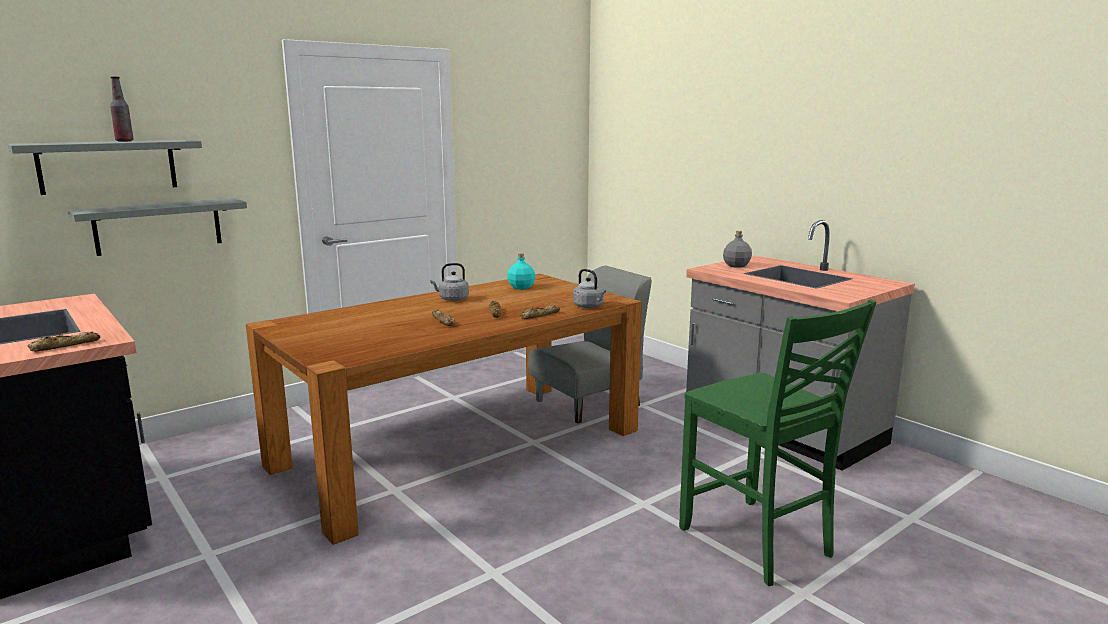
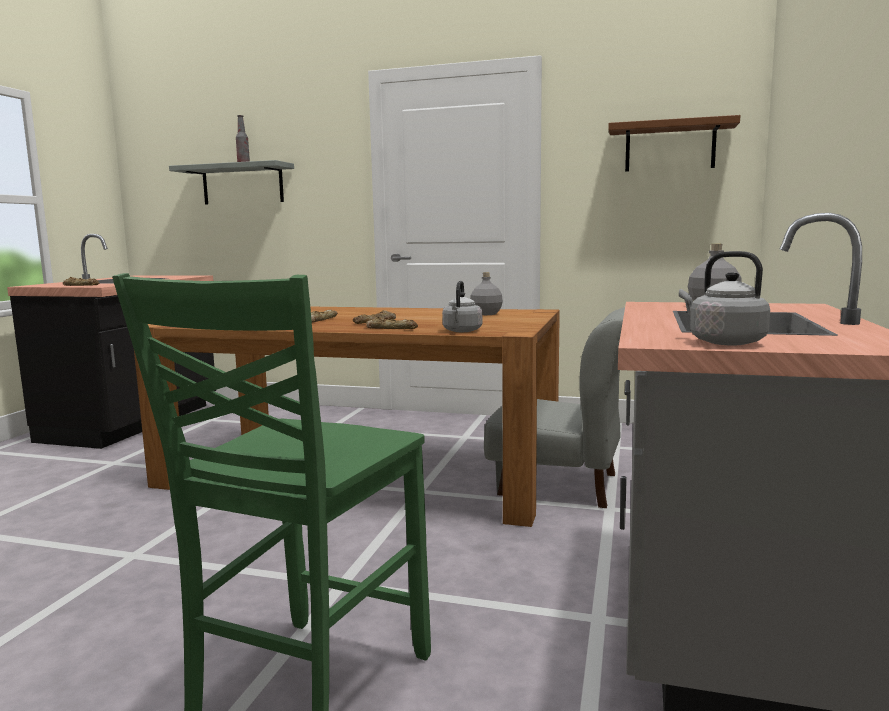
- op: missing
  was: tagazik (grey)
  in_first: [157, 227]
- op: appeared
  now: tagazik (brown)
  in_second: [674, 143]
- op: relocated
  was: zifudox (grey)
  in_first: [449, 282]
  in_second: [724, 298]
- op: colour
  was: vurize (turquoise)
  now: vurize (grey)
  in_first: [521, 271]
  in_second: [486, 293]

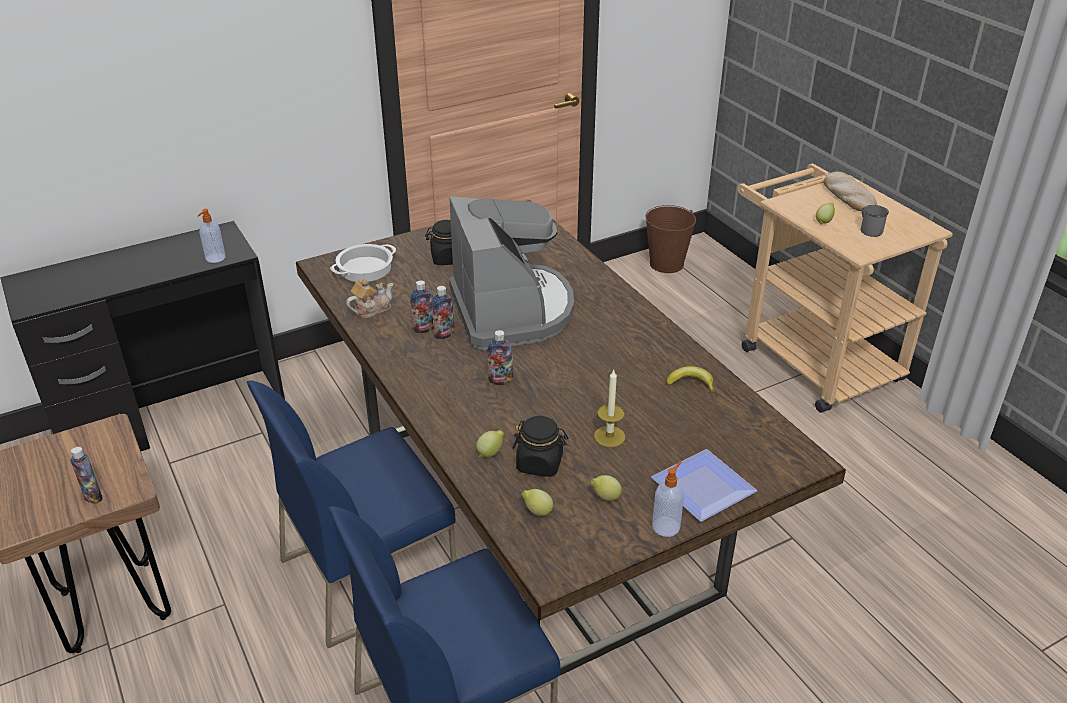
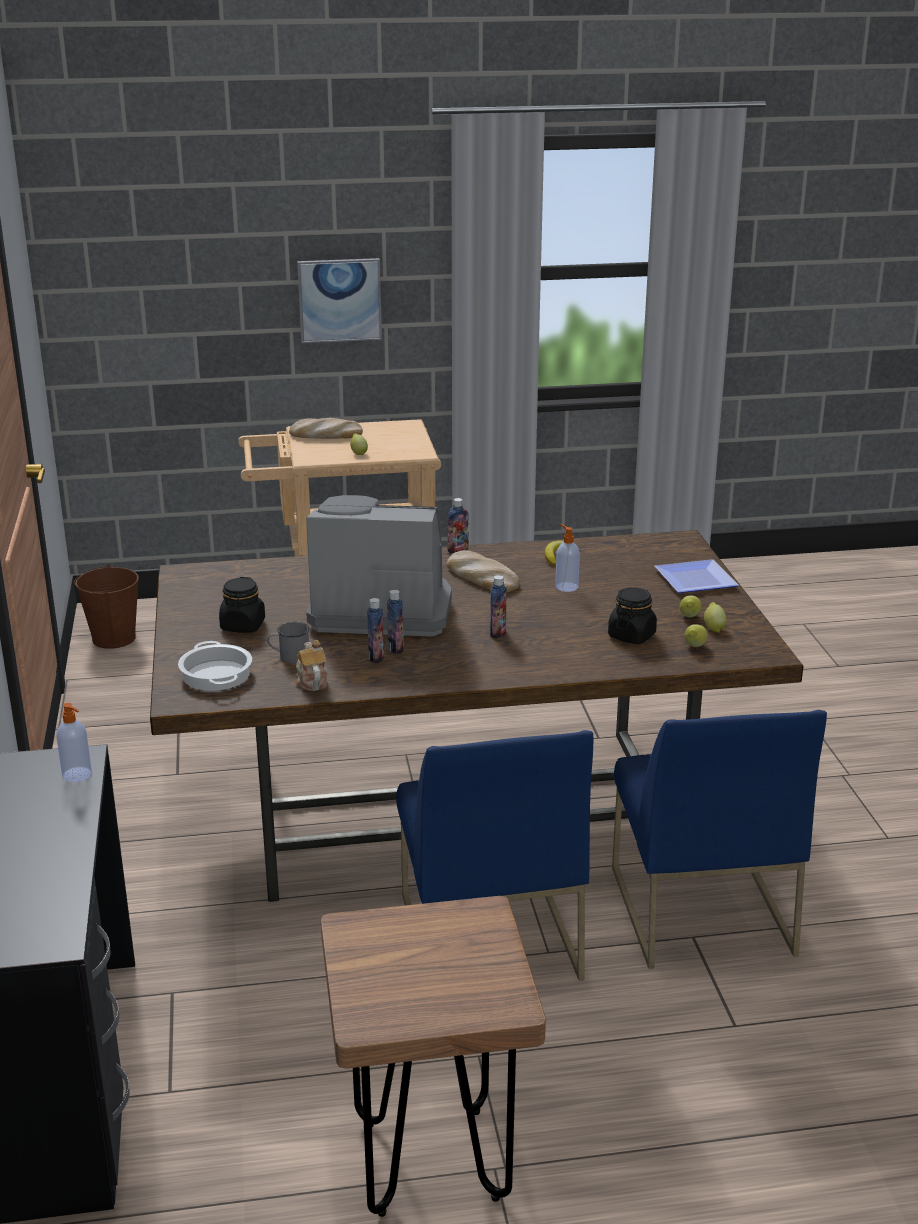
- op: missing
  was: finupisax
  in_first: [609, 408]
- op: appeared
  now: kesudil
  in_second: [339, 300]
- op: appeared
  now: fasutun
  in_second: [483, 571]
- op: relocated
  was: vurize
  in_first: [86, 475]
  in_second: [458, 526]
- op: relocated
  was: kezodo
  in_first: [490, 443]
  in_second: [715, 617]
- op: relocated
  was: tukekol
  in_first: [668, 499]
  in_second: [567, 558]
- op: relocated
  was: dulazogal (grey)
  in_first: [875, 221]
  in_second: [288, 643]

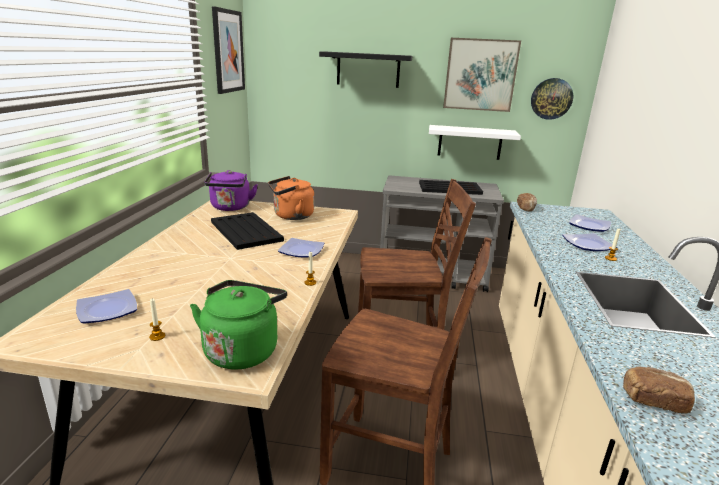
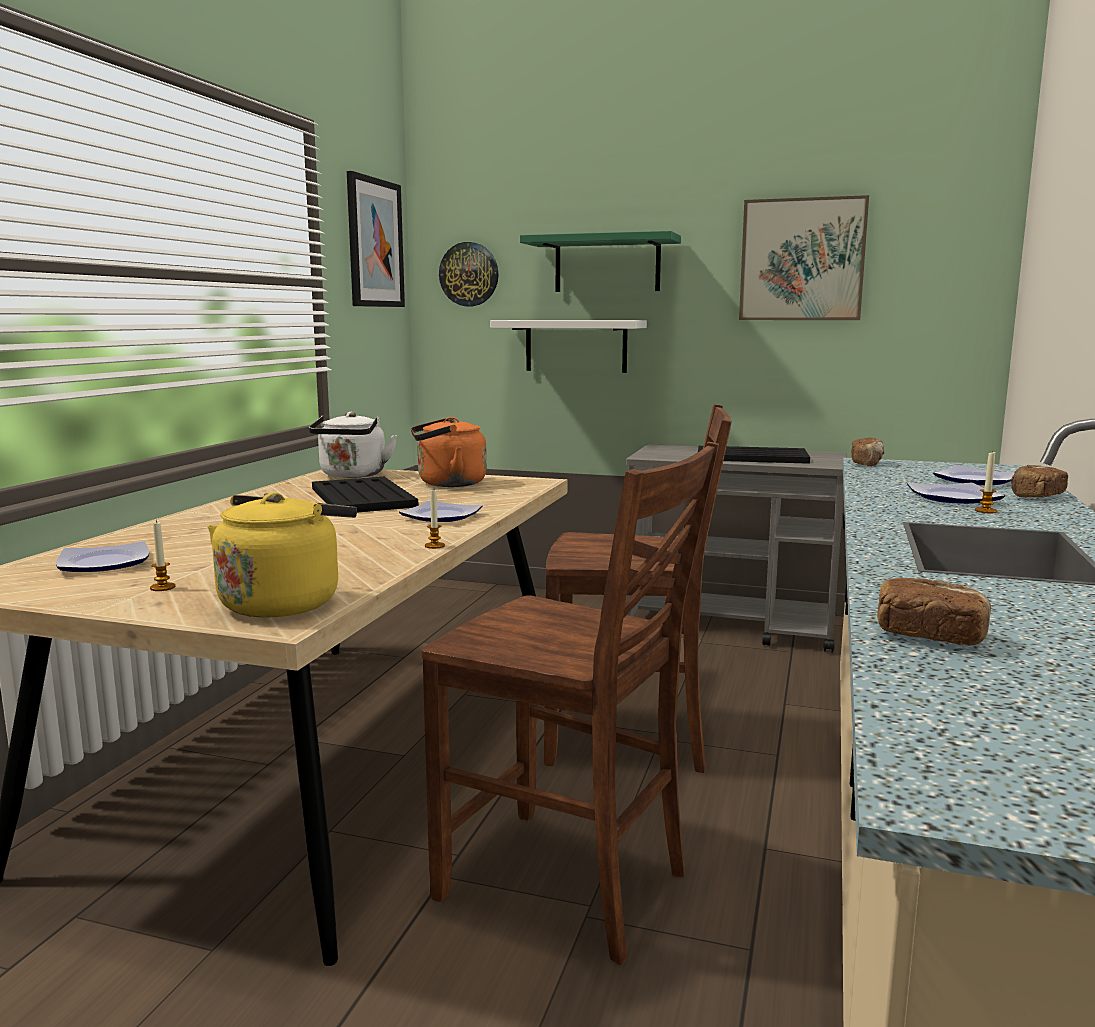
- op: appeared
  now: fasutun
  in_second: [1039, 481]
- op: relocated
  was: tagazik (white)
  in_first: [475, 142]
  in_second: [568, 346]
- op: relocated
  was: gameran
  in_first: [552, 99]
  in_second: [469, 274]
- op: colour
  was: zifudox (green)
  now: zifudox (yellow)
  in_first: [238, 325]
  in_second: [282, 554]
- op: colour
  was: zifudox (purple)
  now: zifudox (white)
  in_first: [230, 190]
  in_second: [352, 445]
- op: colour
  was: tagazik (black)
  now: tagazik (green)
  in_first: [366, 70]
  in_second: [600, 261]

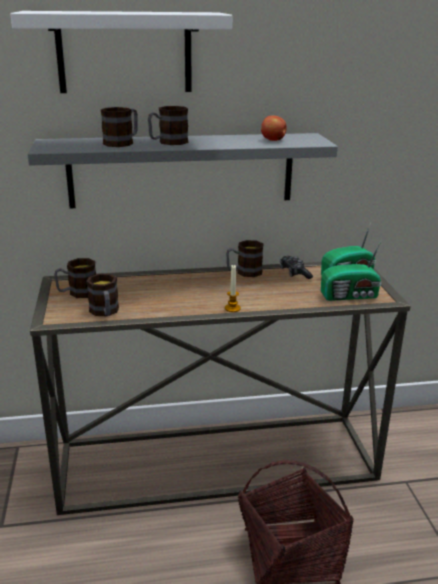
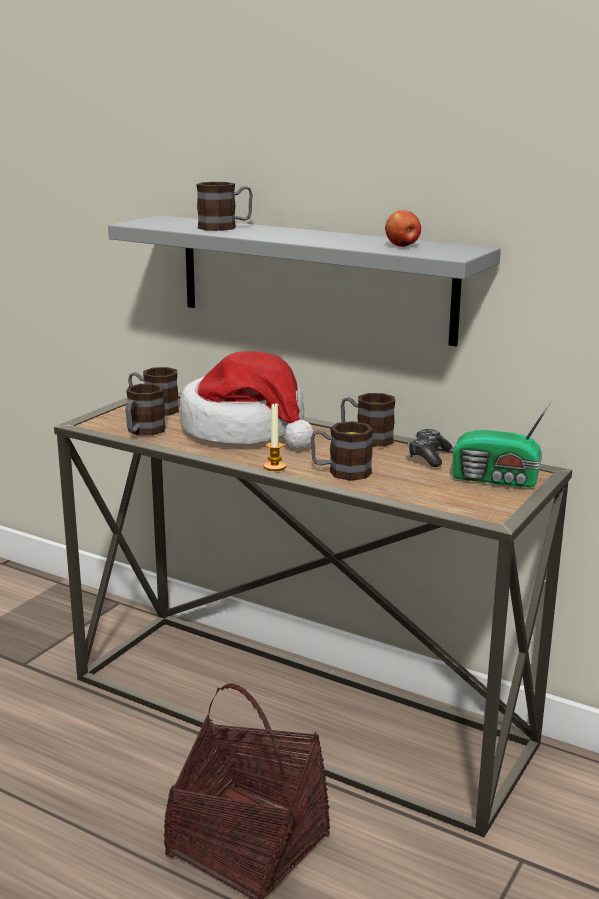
- op: missing
  was: tagazik (white)
  in_first: [121, 52]
- op: missing
  was: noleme
  in_first: [351, 270]
- op: appeared
  now: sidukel
  in_second: [246, 400]
- op: relocated
  was: dulazogal
  in_first: [168, 125]
  in_second: [342, 451]

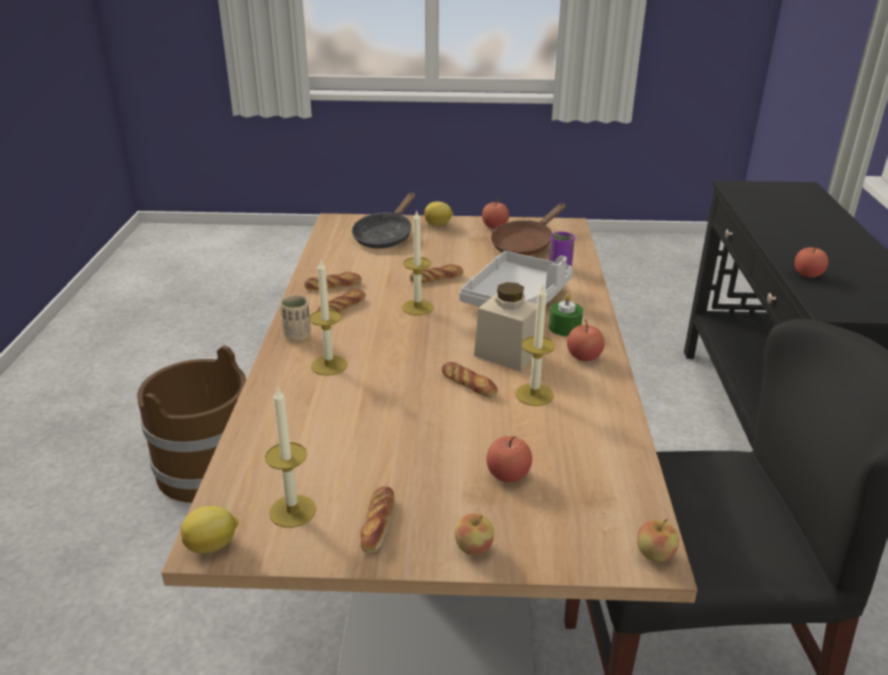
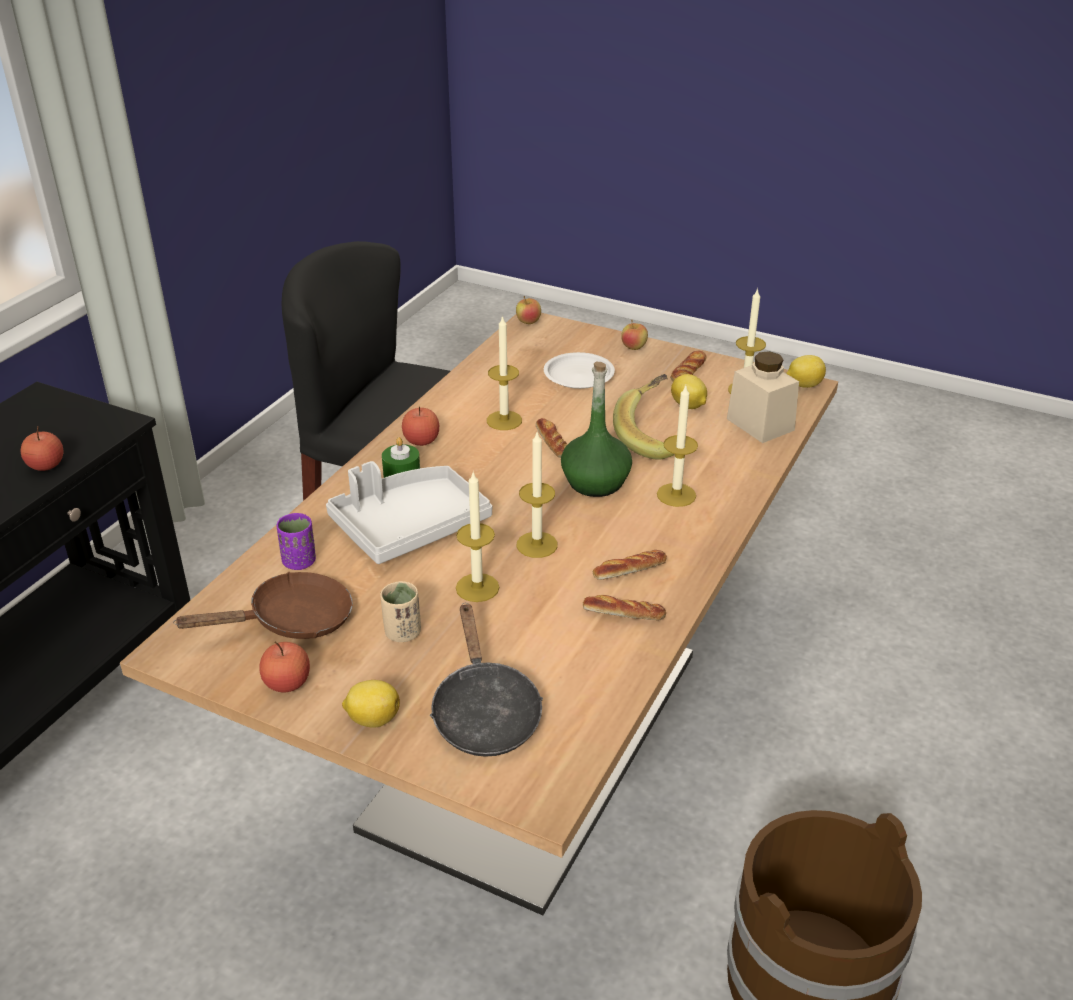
- op: appeared
  now: vurize (green)
  in_second: [596, 429]
- op: appeared
  now: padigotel
  in_second: [644, 417]
- op: appeared
  now: kezodo
  in_second: [689, 391]
- op: relocated
  was: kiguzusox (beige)
  in_first: [295, 318]
  in_second: [400, 611]
- op: relocated
  was: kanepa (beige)
  in_first: [505, 327]
  in_second: [763, 397]
- op: exchanged
  was: fasutun
  now: finupisax
  in_first: [437, 273]
  in_second: [477, 536]
- op: exchanged
  was: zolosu
  now: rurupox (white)
  in_first: [509, 459]
  in_second: [579, 370]
- op: spun
  was: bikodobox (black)
  in_first: [383, 221]
  in_second: [486, 680]
  clockwise: 120

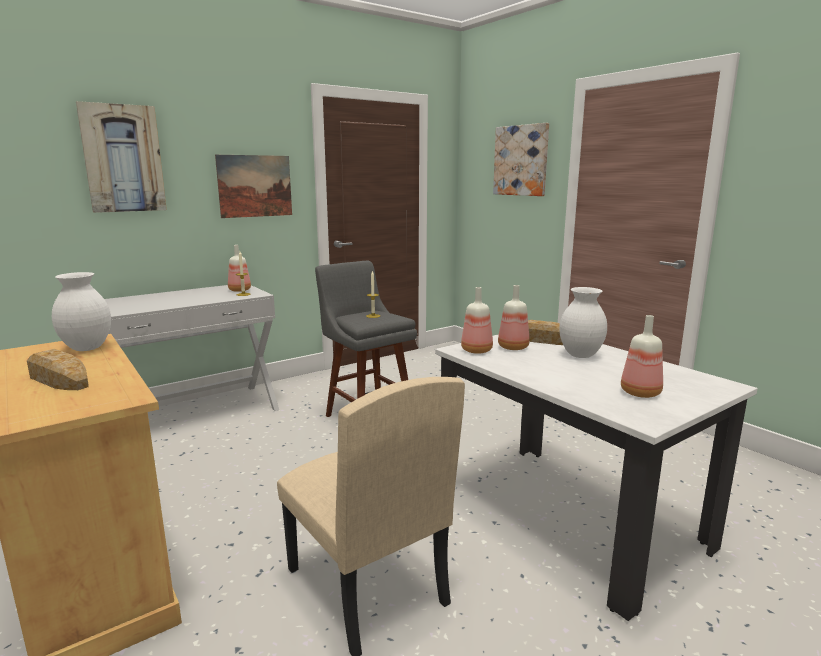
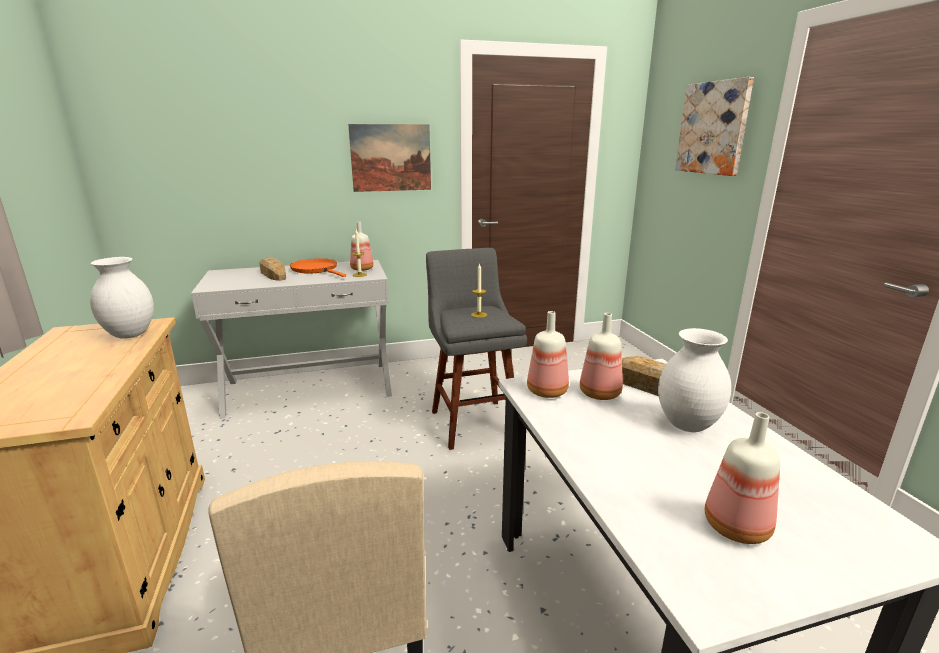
- op: missing
  was: kesudil
  in_first: [121, 157]
- op: appeared
  now: bikodobox (orange)
  in_second: [318, 267]
- op: relocated
  was: fasutun
  in_first: [58, 369]
  in_second: [272, 269]

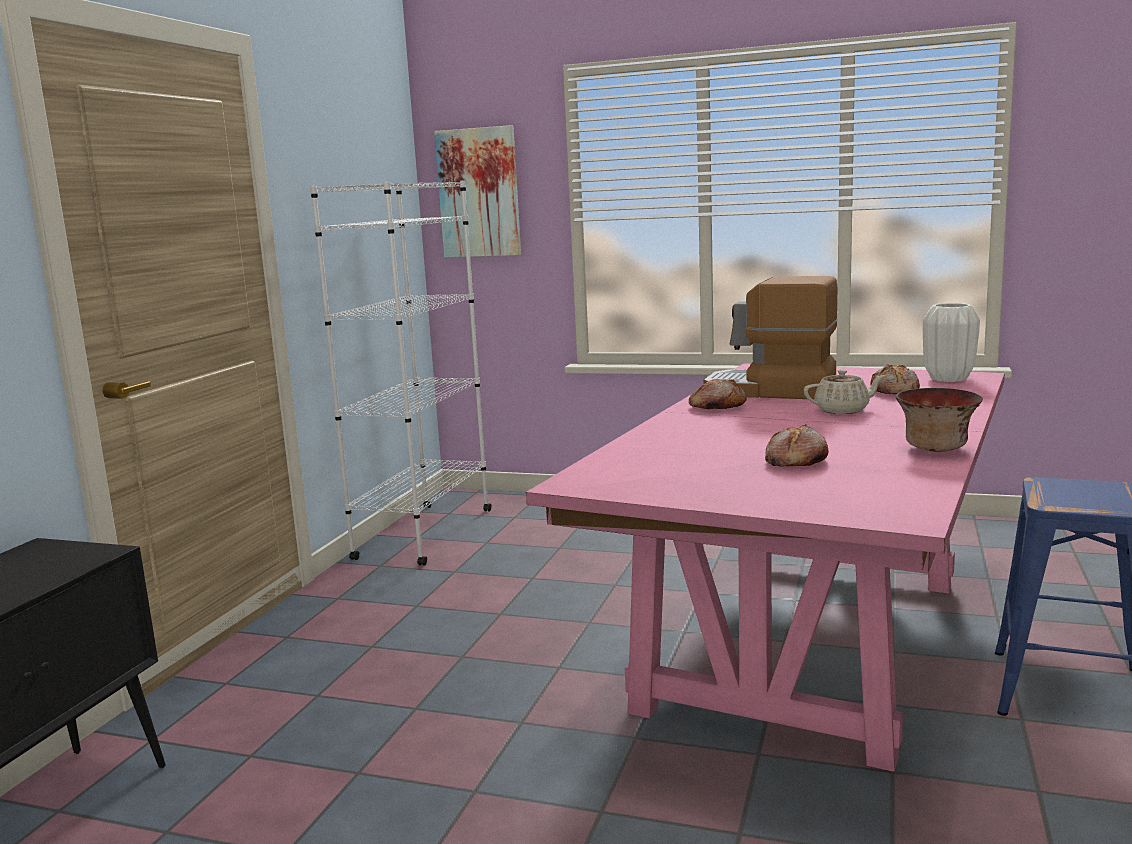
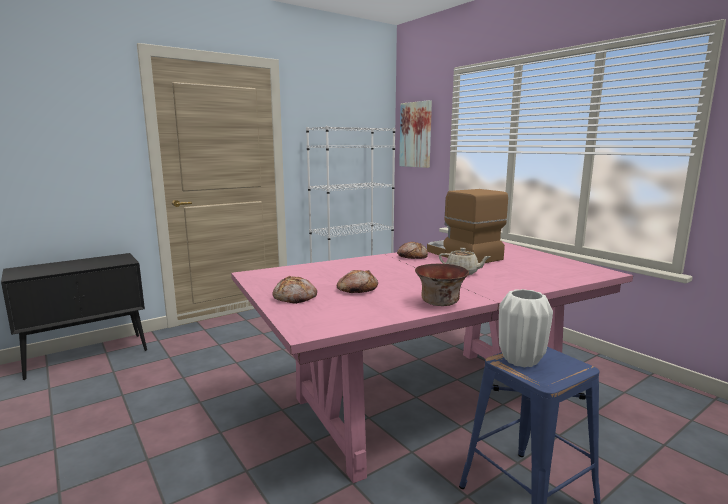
- op: relocated
  was: fasutun
  in_first: [895, 379]
  in_second: [294, 290]
- op: relocated
  was: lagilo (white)
  in_first: [951, 342]
  in_second: [526, 328]

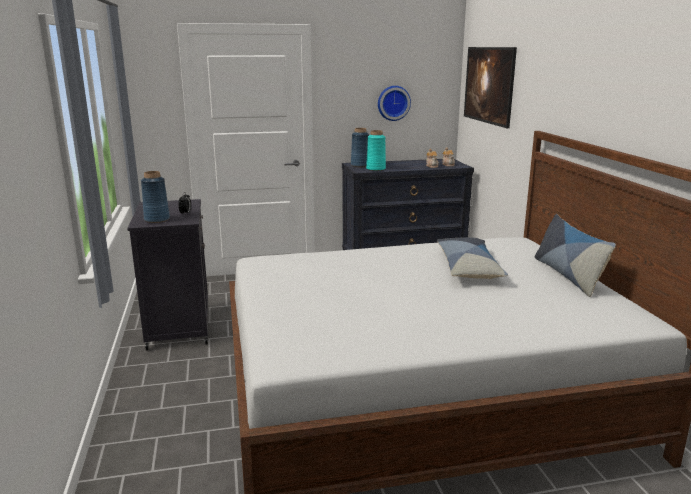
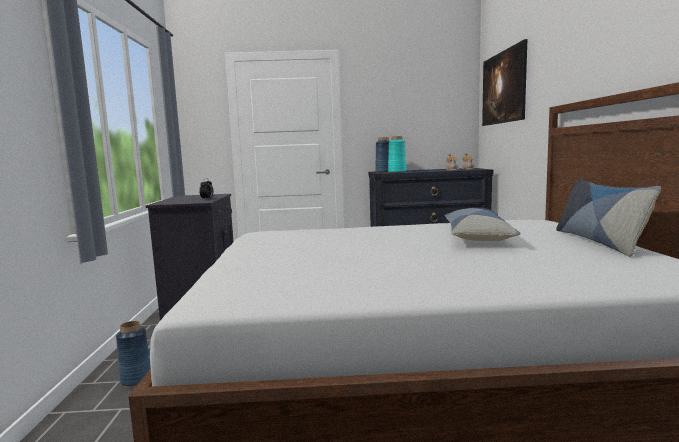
- op: missing
  was: gameran
  in_first: [394, 103]
- op: relocated
  was: lagilo (blue)
  in_first: [155, 197]
  in_second: [133, 353]

